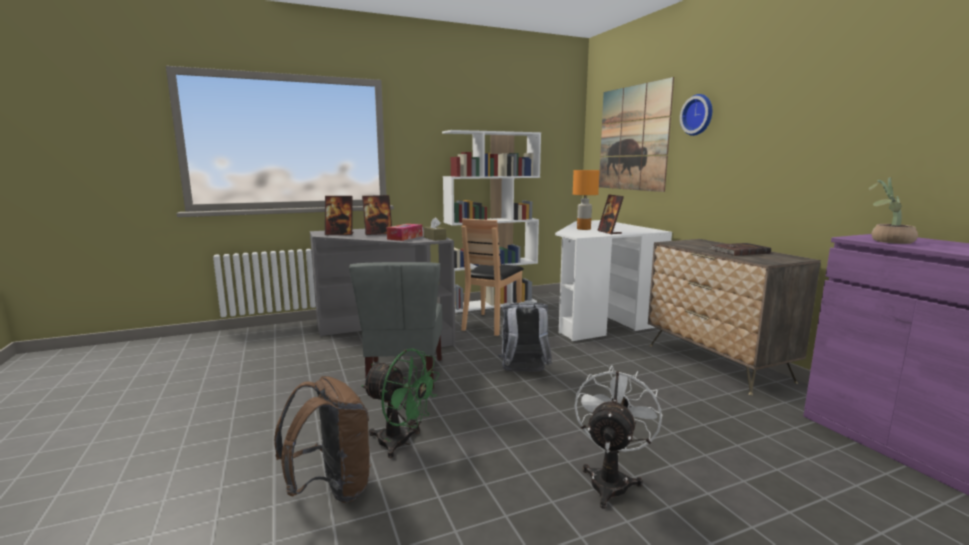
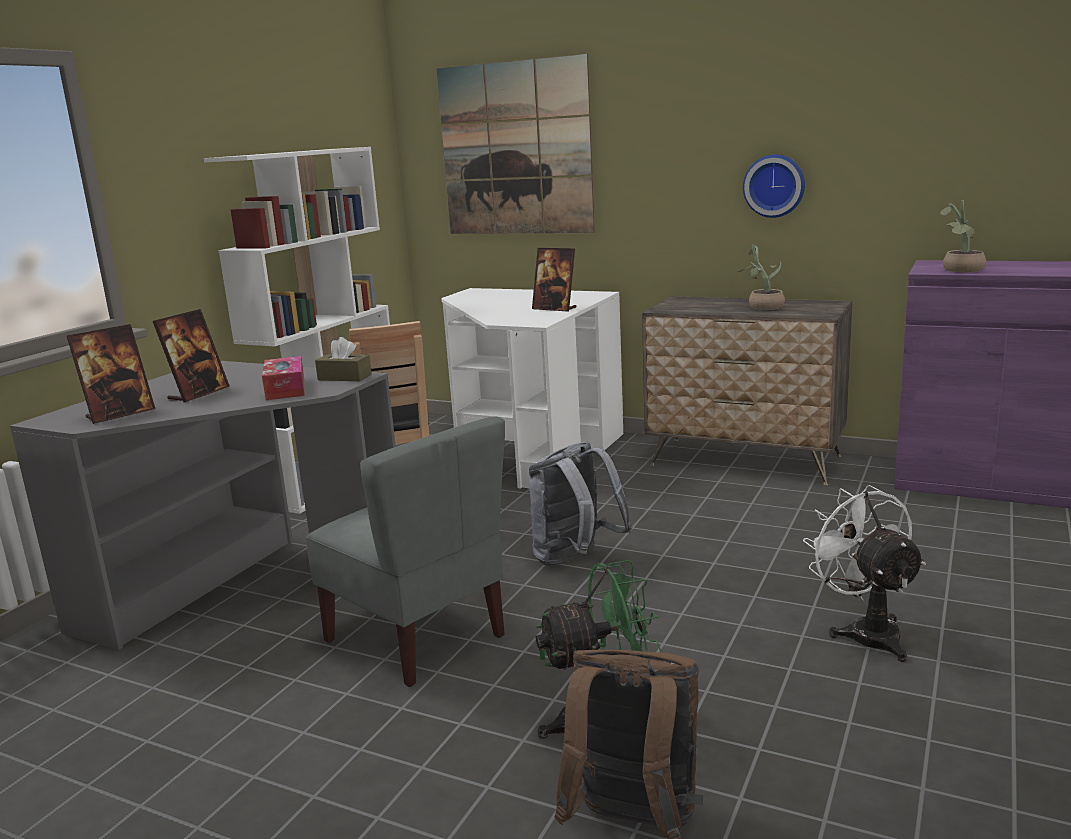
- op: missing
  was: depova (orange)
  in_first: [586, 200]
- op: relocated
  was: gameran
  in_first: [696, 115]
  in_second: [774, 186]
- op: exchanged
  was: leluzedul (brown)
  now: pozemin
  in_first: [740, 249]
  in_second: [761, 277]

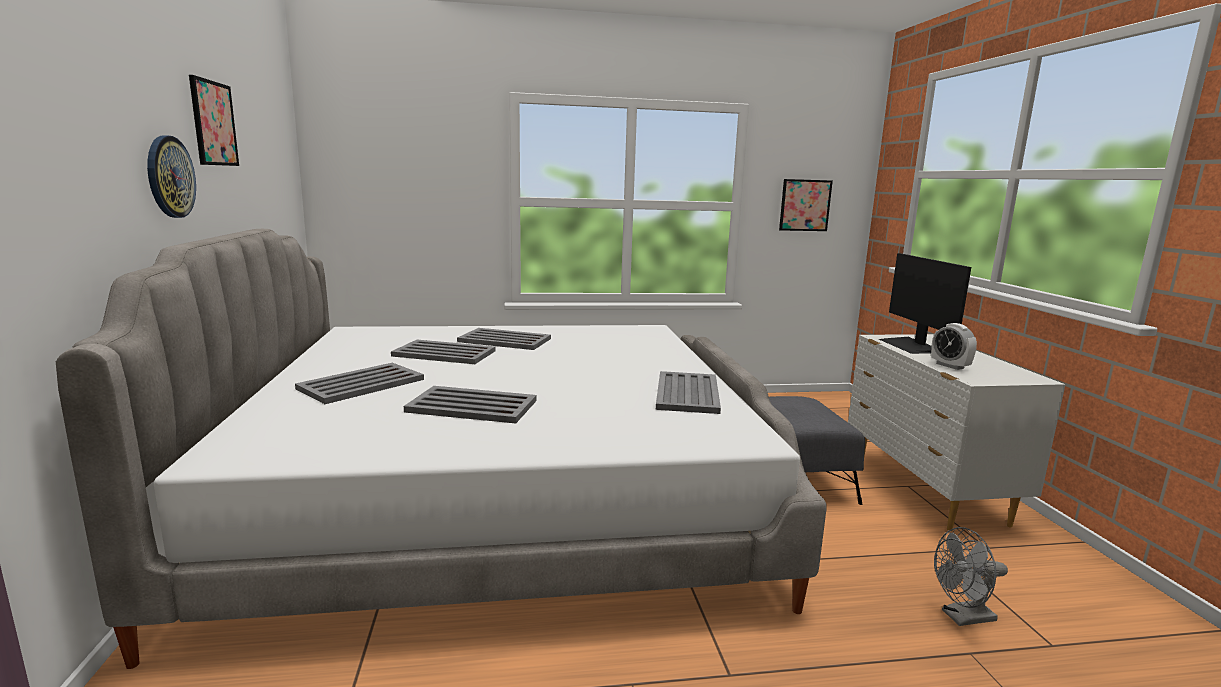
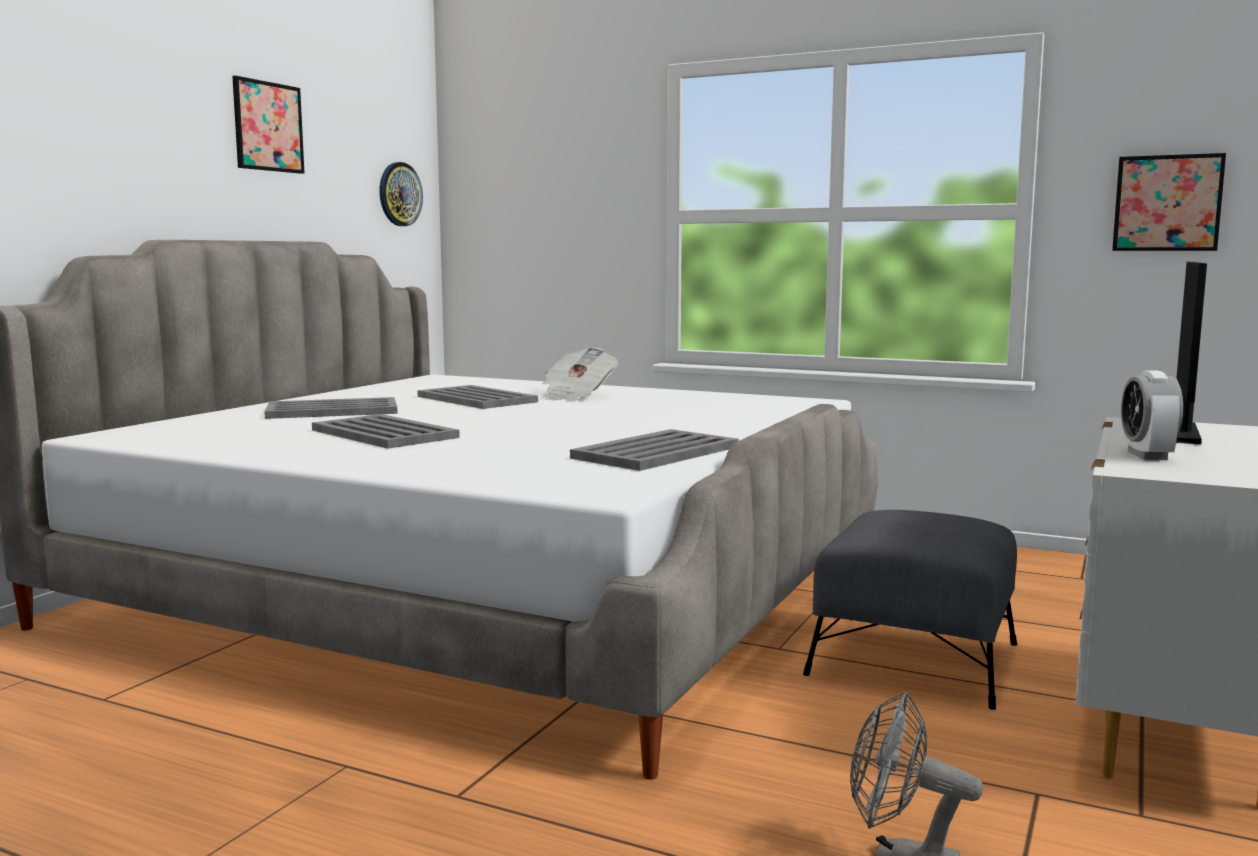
- op: relocated
  was: gameran
  in_first: [171, 176]
  in_second: [401, 194]
- op: exchanged
  was: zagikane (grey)
  now: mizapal
  in_first: [504, 339]
  in_second: [580, 373]

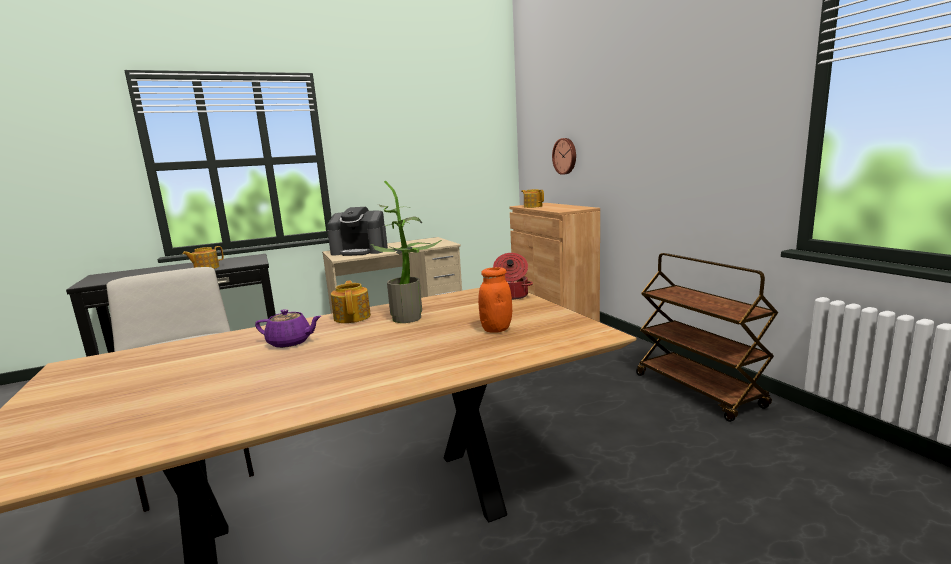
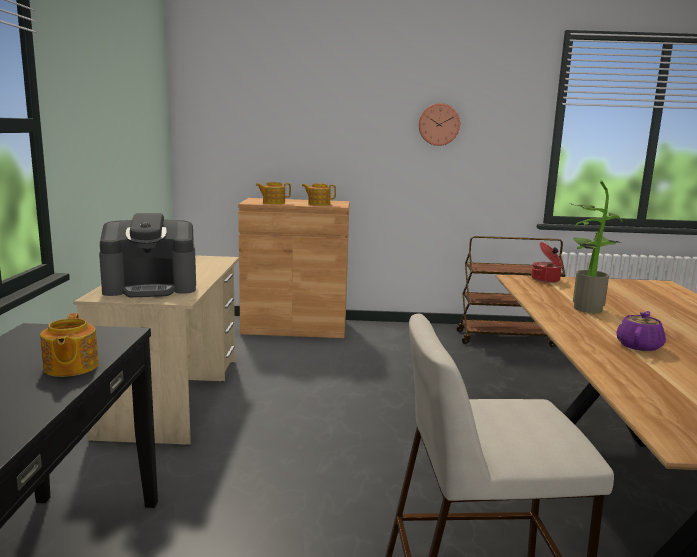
- op: missing
  was: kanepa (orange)
  in_first: [495, 300]
- op: relocated
  was: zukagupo
  in_first: [351, 301]
  in_second: [319, 195]
- op: relocated
  was: gameran
  in_first: [564, 156]
  in_second: [439, 124]
- op: spun
  was: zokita
  in_first: [357, 231]
  in_second: [147, 255]
  clockwise: 45

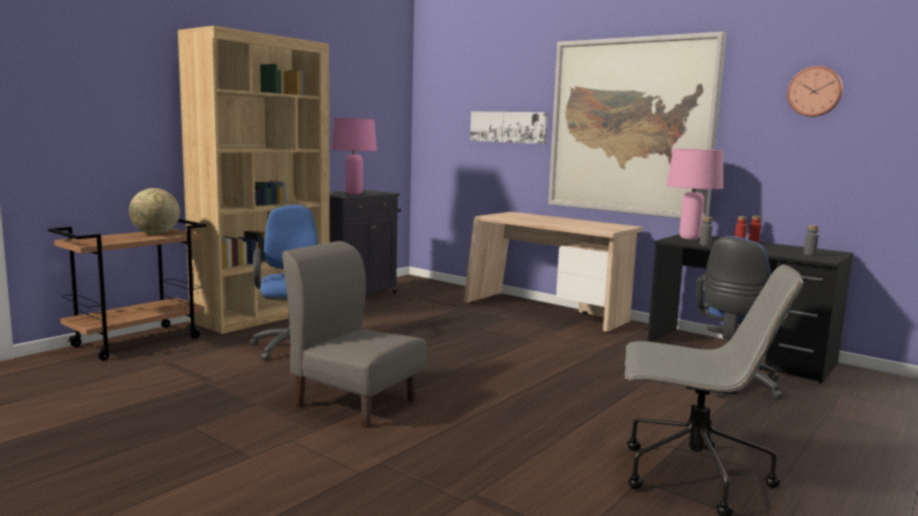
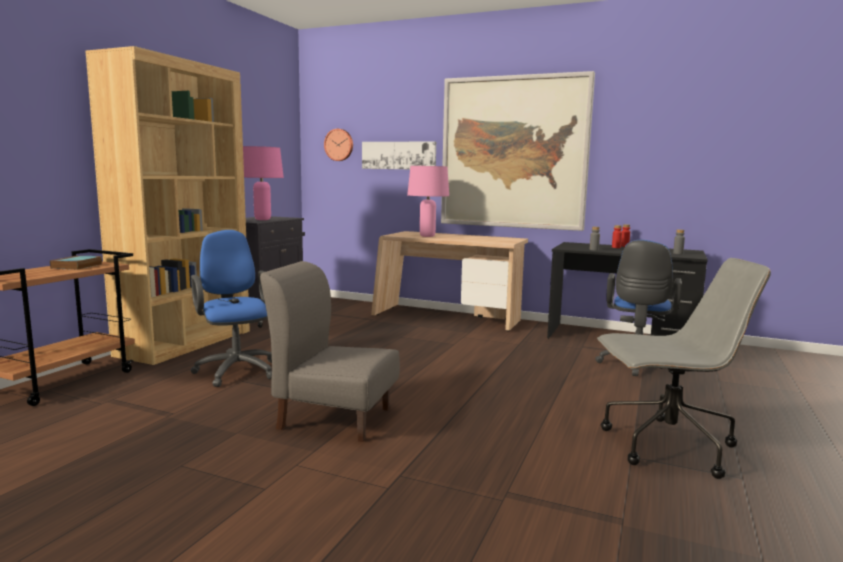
- op: relocated
  was: depova (pink)
  in_first: [694, 194]
  in_second: [428, 201]
- op: relocated
  was: gameran
  in_first: [815, 91]
  in_second: [338, 145]
- op: exchanged
  was: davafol
  now: leluzedul
  in_first: [154, 211]
  in_second: [76, 262]

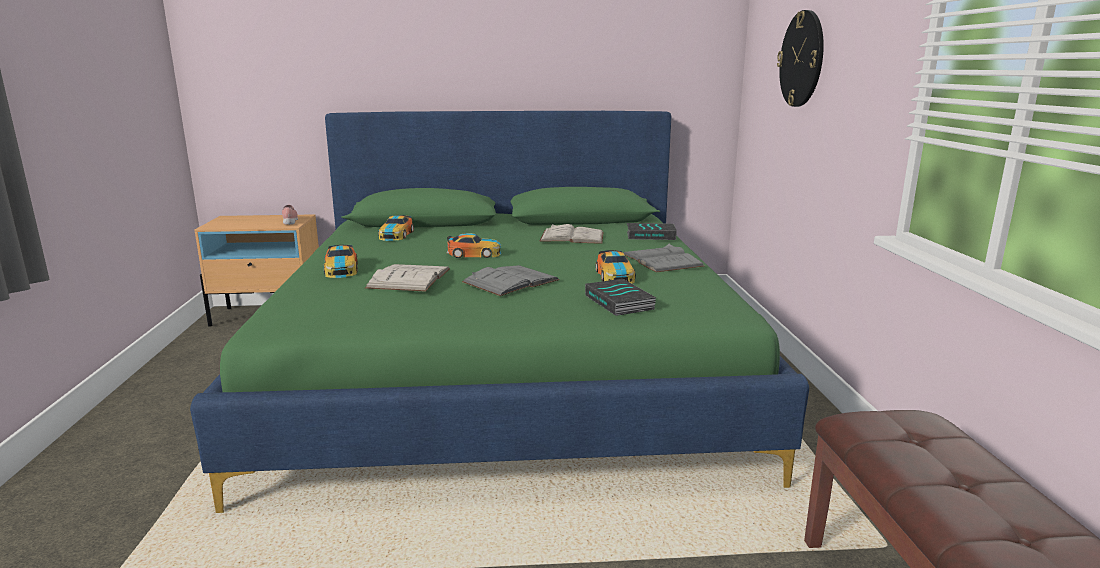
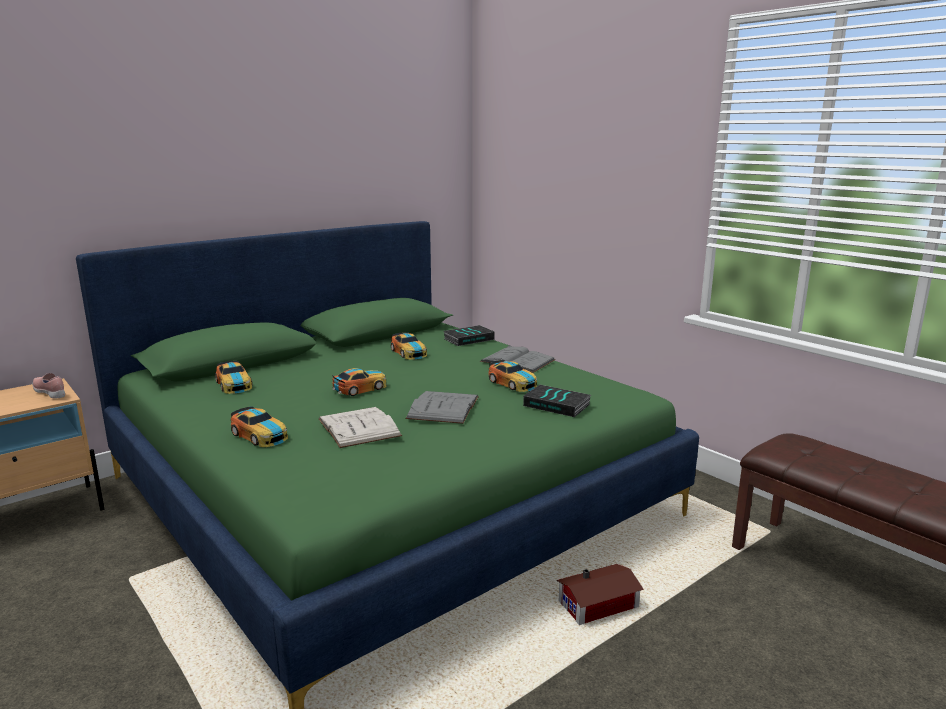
- op: missing
  was: gameran
  in_first: [800, 58]
- op: appeared
  now: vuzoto
  in_second: [600, 594]
- op: exchanged
  was: leluzedul (white)
  now: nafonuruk
  in_first: [571, 234]
  in_second: [409, 346]

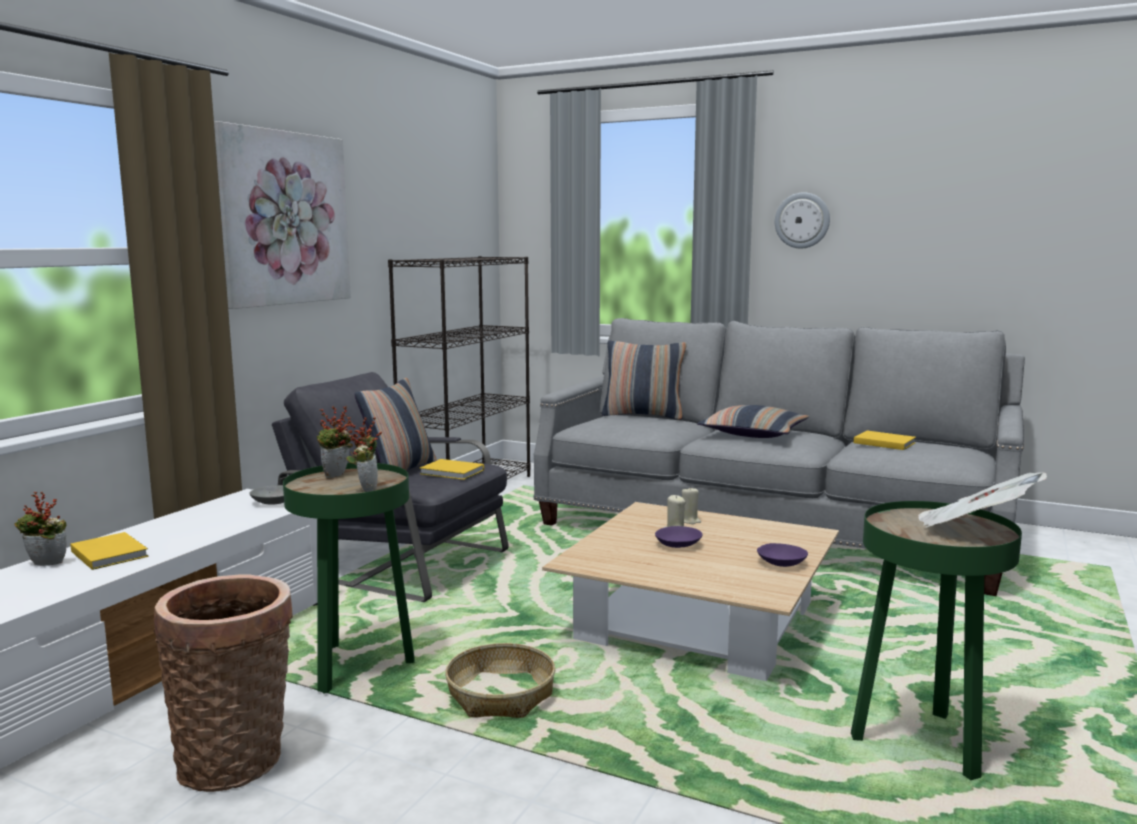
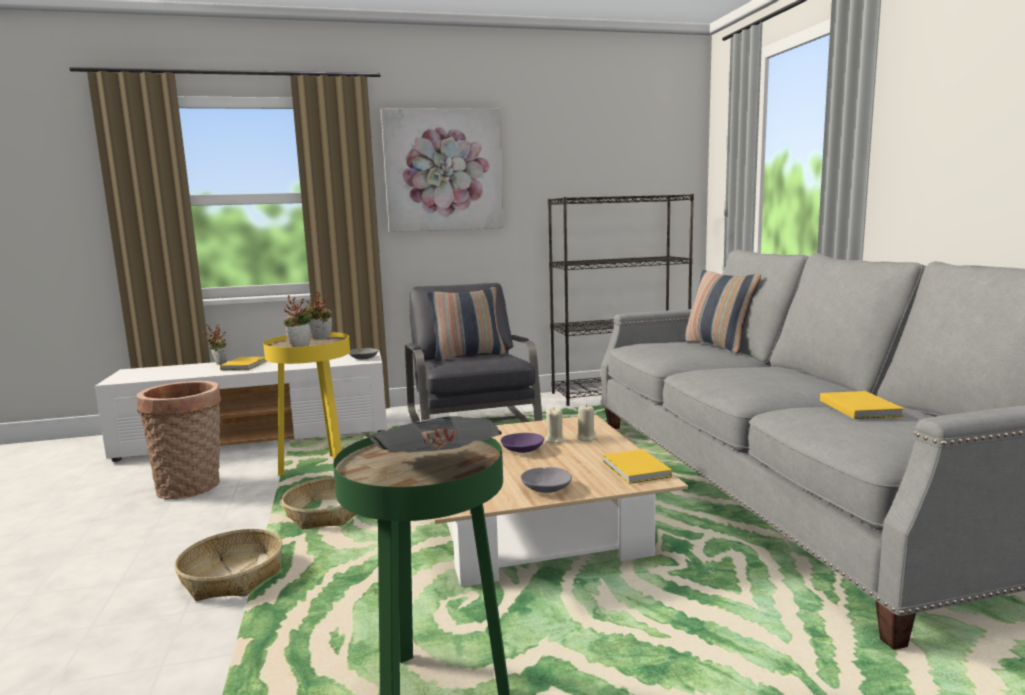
- op: missing
  was: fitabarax
  in_first: [753, 421]
- op: missing
  was: gameran
  in_first: [802, 220]
- op: appeared
  now: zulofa
  in_second: [228, 565]
- op: relocated
  was: leluzedul (yellow)
  in_first: [452, 469]
  in_second: [637, 466]
- op: colour
  was: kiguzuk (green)
  now: kiguzuk (yellow)
  in_first: [348, 578]
  in_second: [306, 404]
- op: colour
  was: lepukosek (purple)
  now: lepukosek (grey)
  in_first: [782, 555]
  in_second: [546, 480]

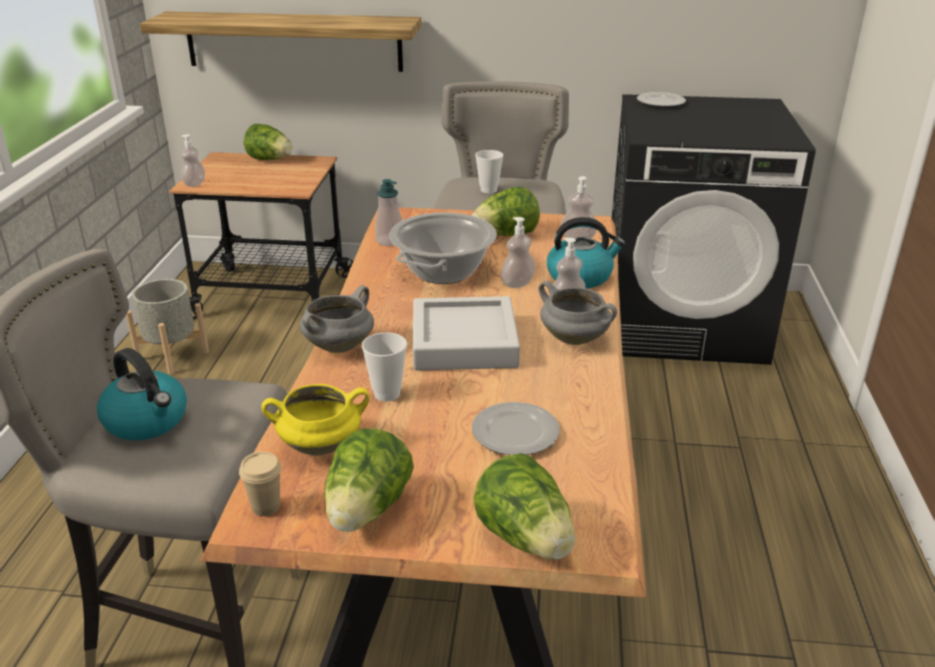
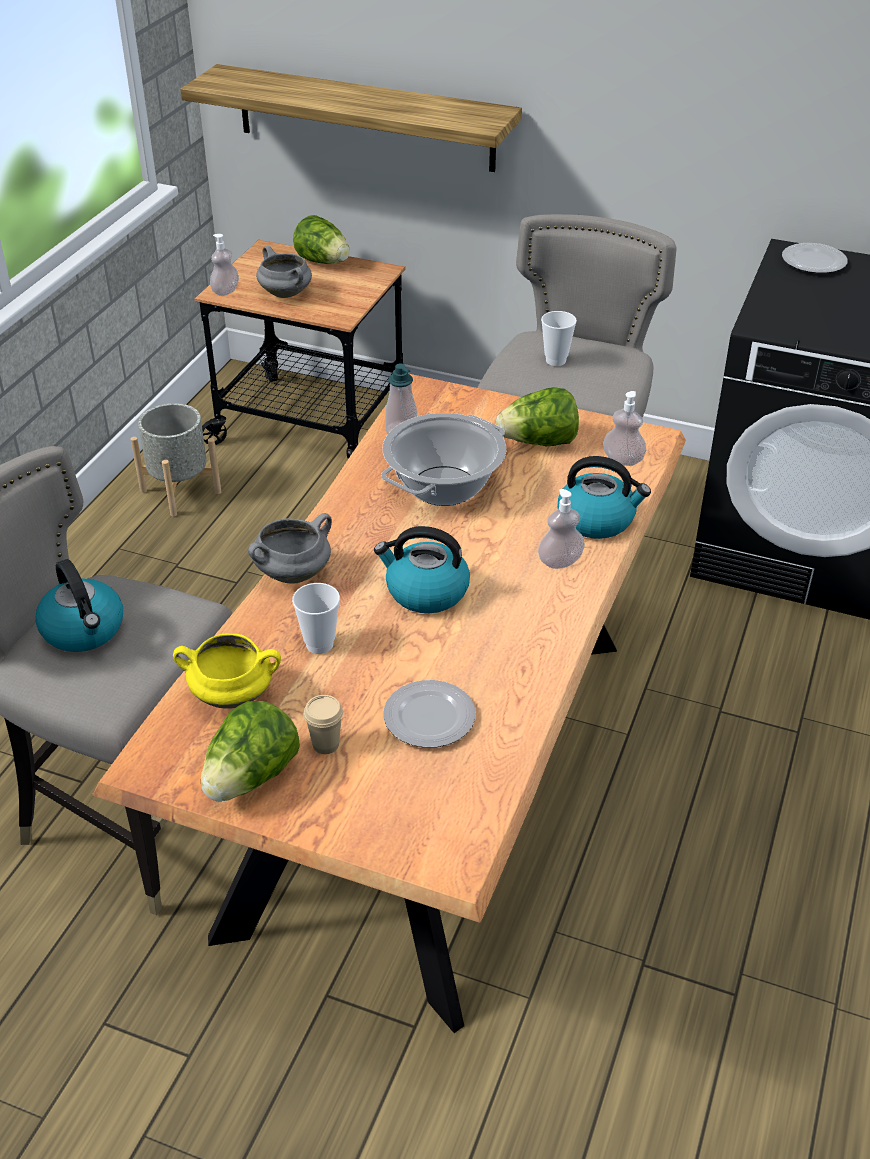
- op: missing
  was: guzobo
  in_first: [524, 506]
- op: missing
  was: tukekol
  in_first: [518, 252]
- op: relocated
  was: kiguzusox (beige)
  in_first: [260, 484]
  in_second: [323, 724]
- op: relocated
  was: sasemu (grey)
  in_first: [577, 313]
  in_second: [284, 272]
- op: exchanged
  was: zagikane (grey)
  now: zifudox
  in_first: [466, 333]
  in_second: [422, 569]

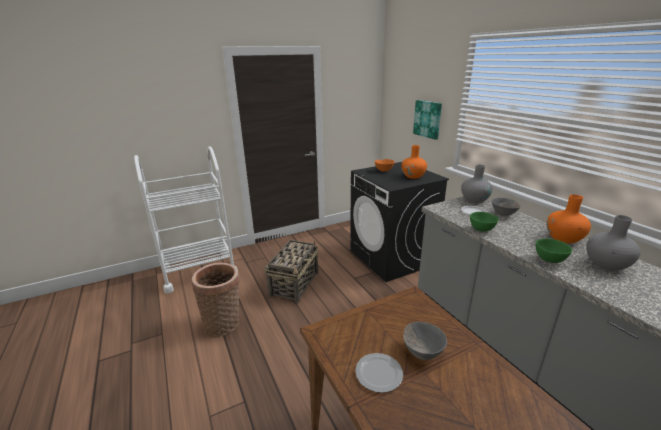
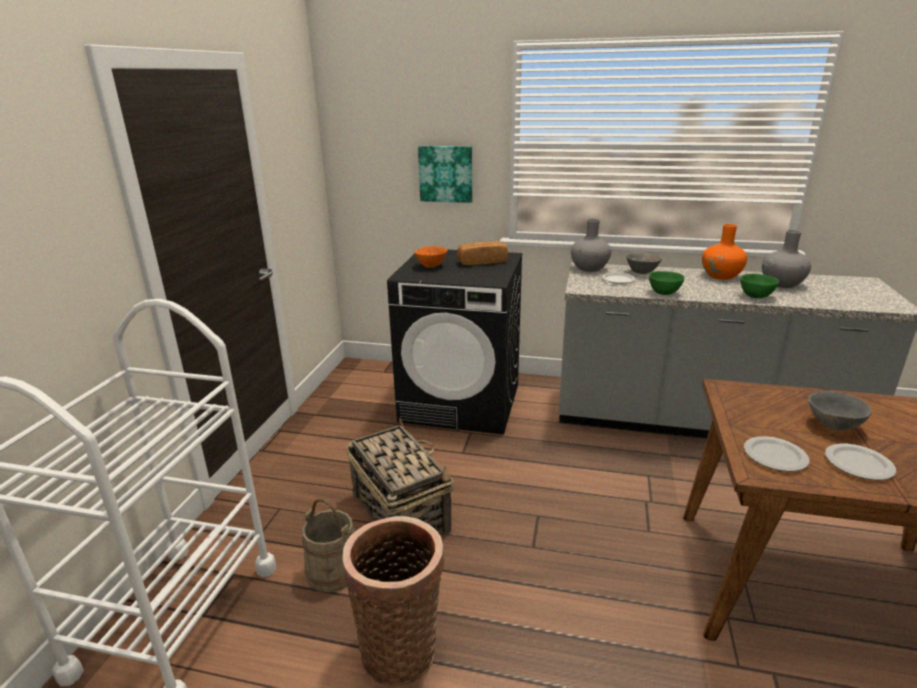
- op: appeared
  now: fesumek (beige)
  in_second: [328, 545]
- op: appeared
  now: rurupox
  in_second: [776, 454]
- op: exchanged
  was: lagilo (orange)
  now: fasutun
  in_first: [414, 162]
  in_second: [482, 253]

